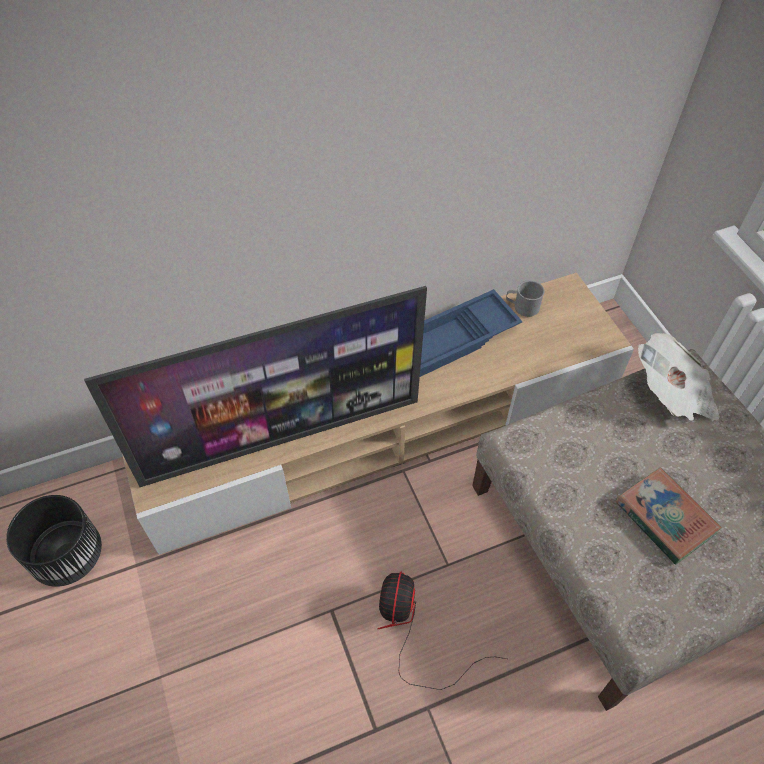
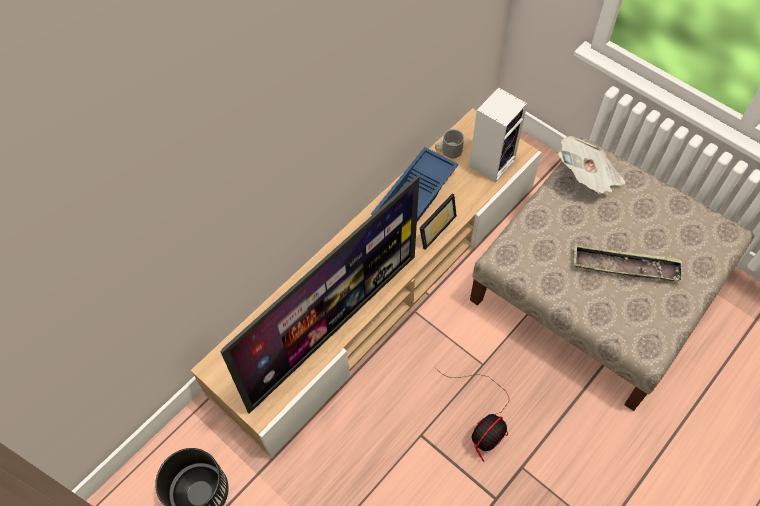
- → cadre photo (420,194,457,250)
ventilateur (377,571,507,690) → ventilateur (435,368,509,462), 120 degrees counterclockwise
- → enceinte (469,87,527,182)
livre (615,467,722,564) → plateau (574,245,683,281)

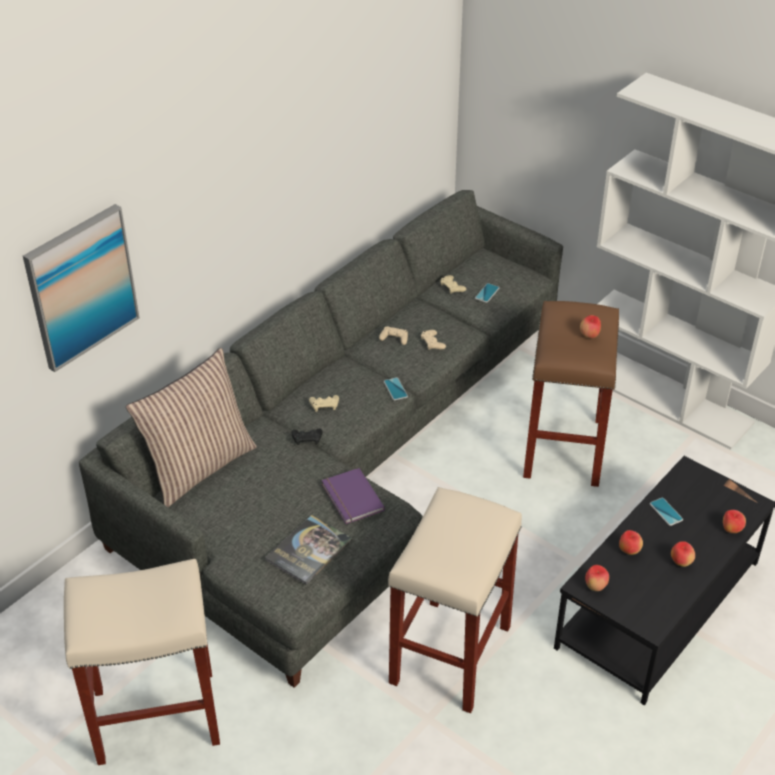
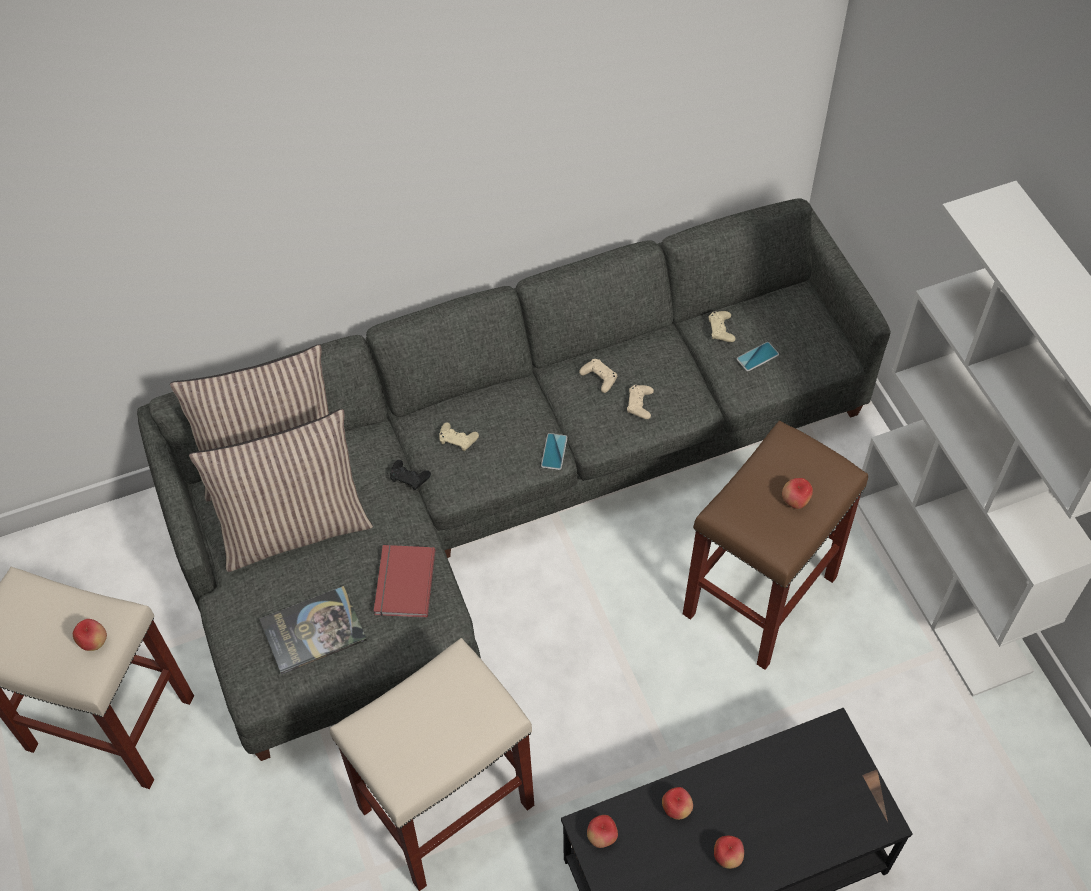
pomme (723,510,746,533) → pomme (73,619,107,651), moved
- → coussin (189,409,373,572)
livre/violet (322,468,385,524) → livre/rouge (374,545,436,618)
tableau (23,204,140,372) → -
téléphone (650,498,683,526) → -

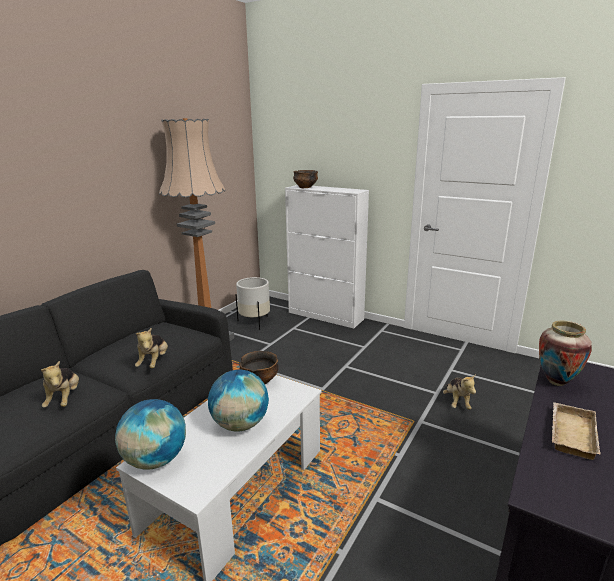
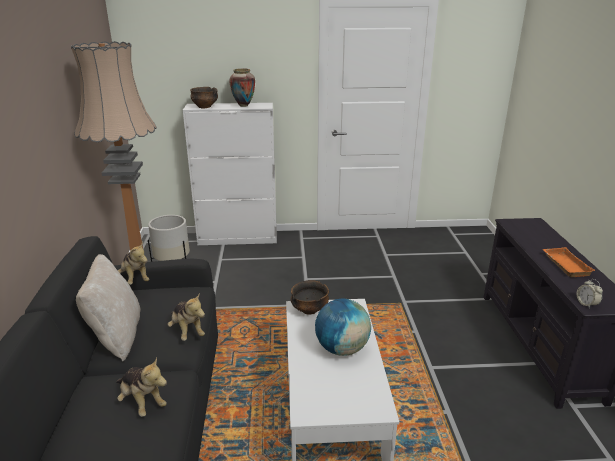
- → coussin/beige (76,254,141,362)
peluche (443,374,476,410) → peluche (118,242,149,285), moved
vase (539,320,592,386) → vase (229,68,255,107), moved
plateau/beige (552,402,601,460) → plateau/orange (542,247,596,277)
- → réveil (577,279,603,309)
globe (115,399,186,470) → -

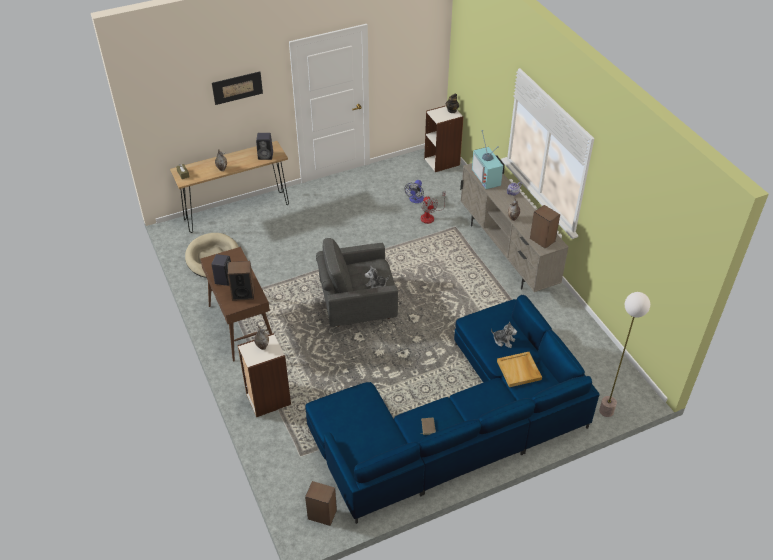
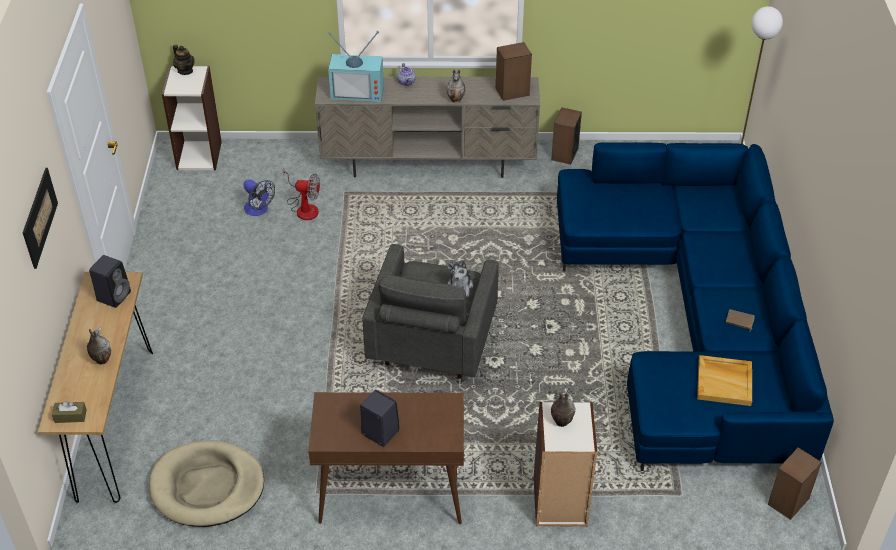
enceinte (228,261,254,301) → enceinte (551,108,582,165), moved
plateau/beige (497,352,542,387) → plateau/beige (697,355,752,406), moved
peluche (491,322,517,348) → -

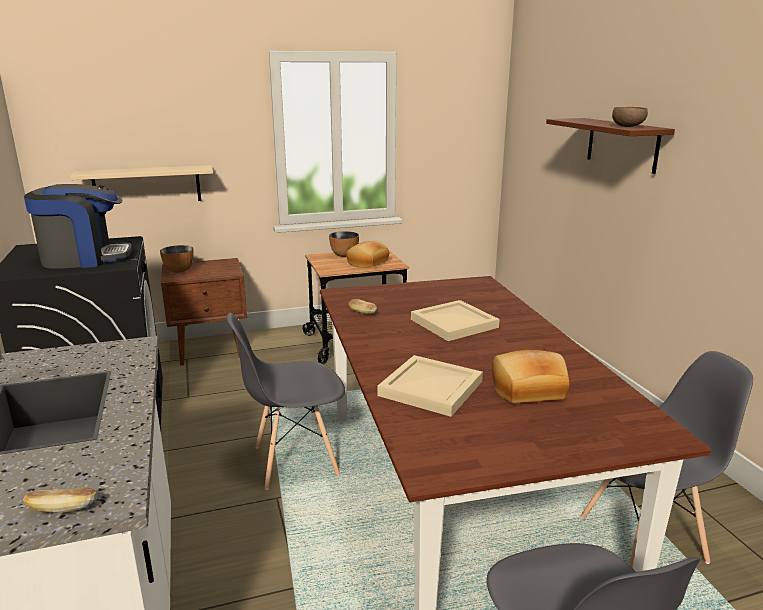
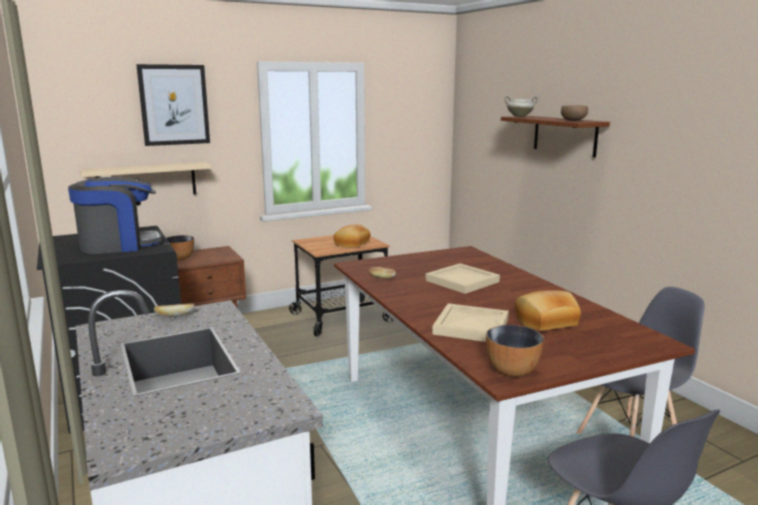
- → tableau (136,64,210,146)
pain (23,488,97,513) → pain (154,303,195,316), moved
bol (329,231,359,257) → bol (486,325,544,377), moved
- → marmite/blanc (504,96,538,117)
chaise/gris (227,313,345,490) → -

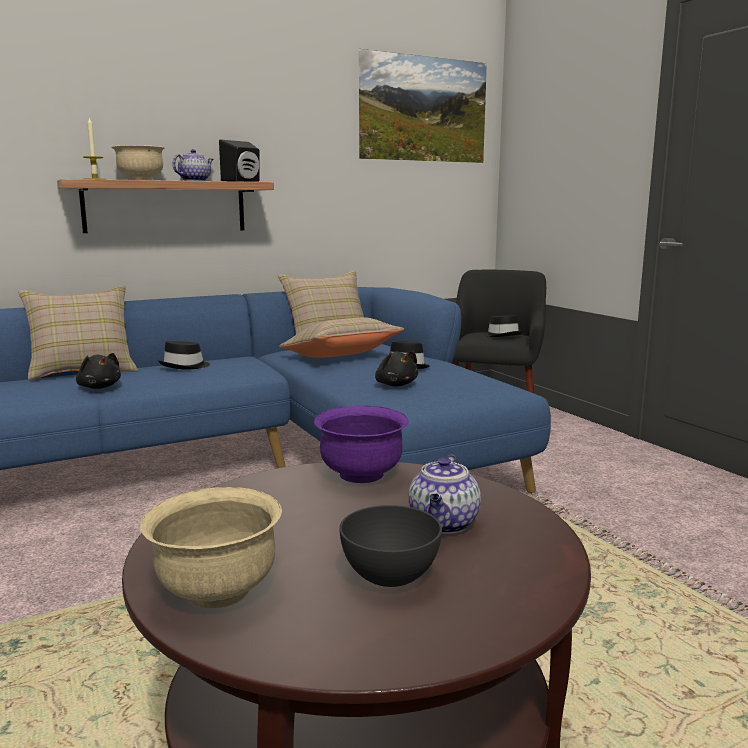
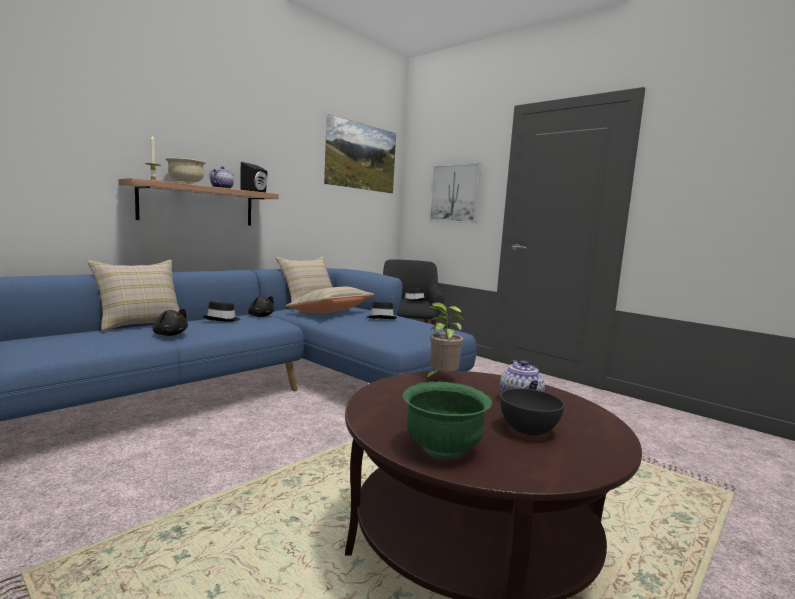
peluche/noir (375,351,418,386) → peluche/noir (248,296,274,317), moved
bol/beige (140,487,282,609) → bol/vert (403,382,492,459)
bol/violet (314,405,409,483) → plante en pot (425,302,465,379)
- → tableau (429,163,482,223)

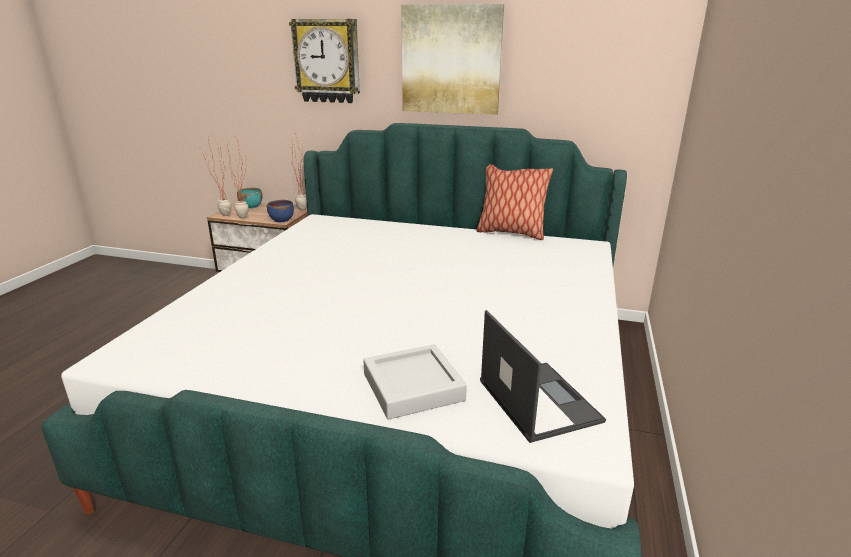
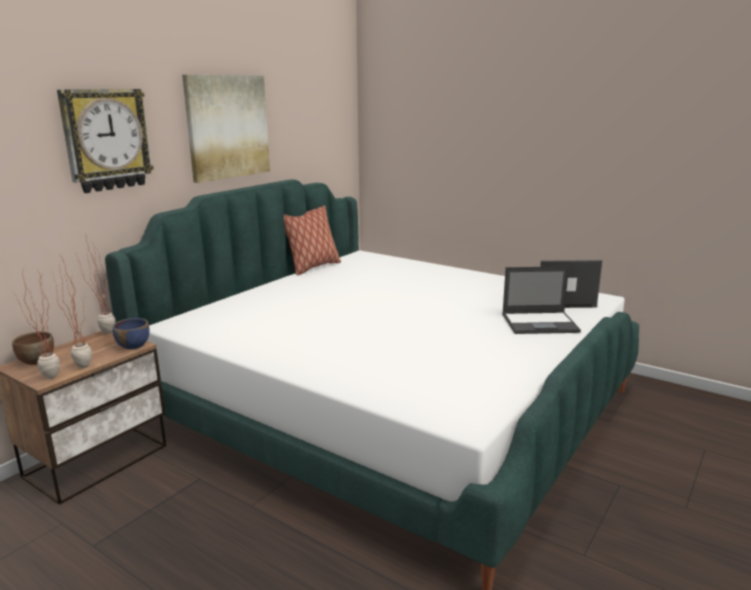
bol/turquoise (237,188,262,208) → bol/marron (12,332,54,365)
plateau/gris (363,344,467,420) → ordinateur portable (502,266,581,334)

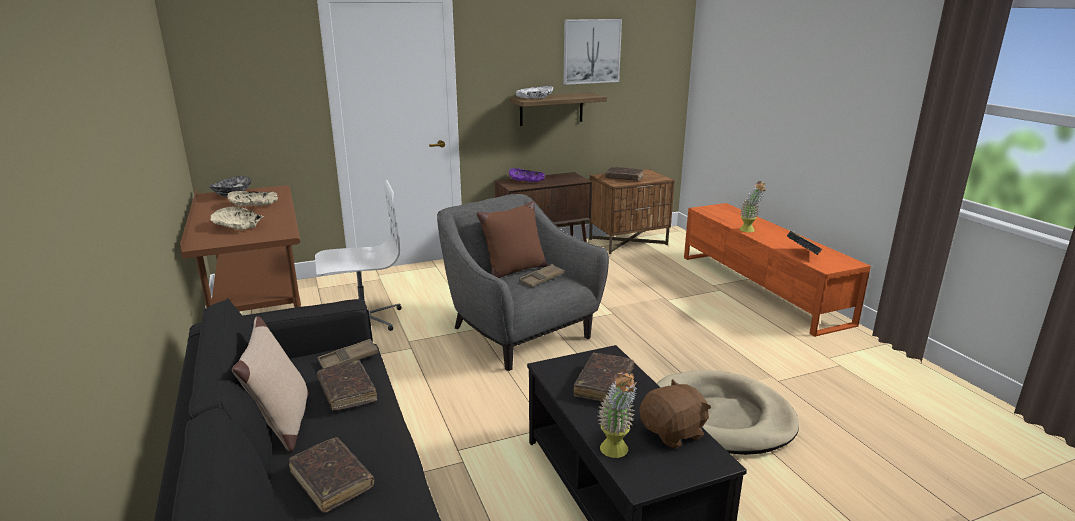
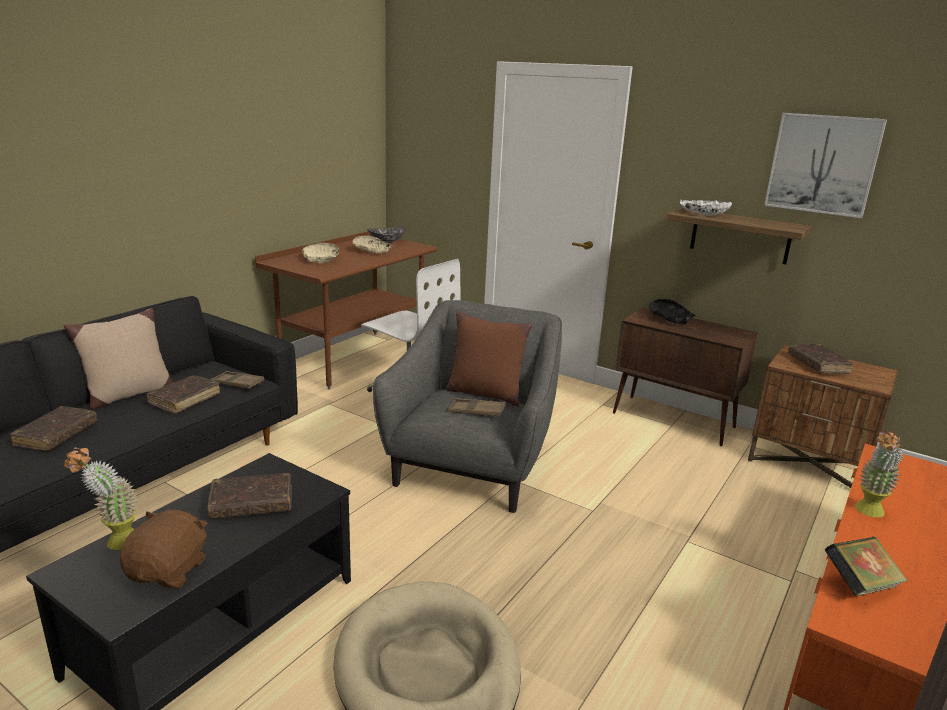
peluche/marron (639,379,711,449) → peluche/marron (120,510,207,588), 105 degrees counterclockwise
bol/violet (509,168,545,182) → bol/noir (649,299,696,324)

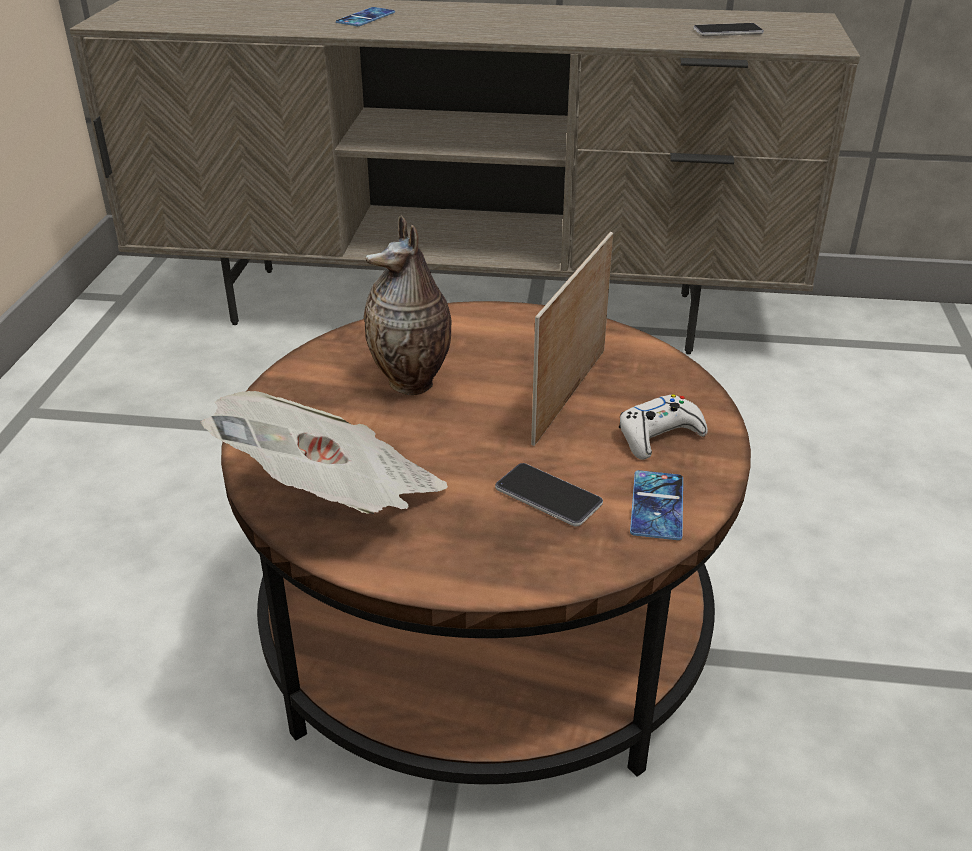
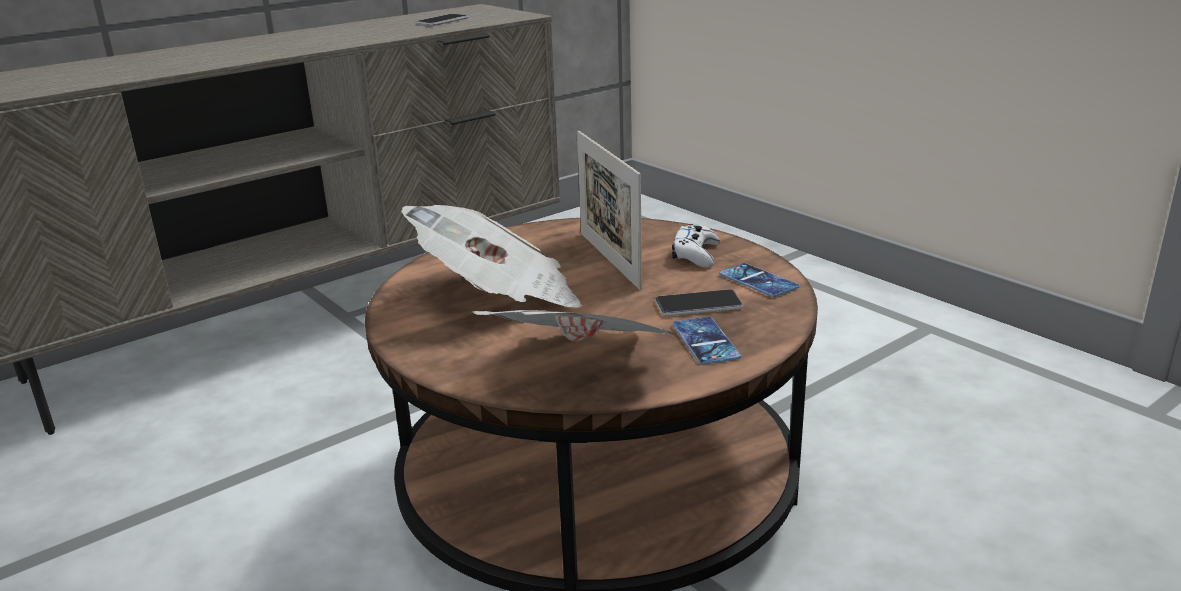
vase (364,215,451,395) → journal (401,205,582,308)
téléphone (336,7,395,26) → téléphone (673,317,741,365), moved

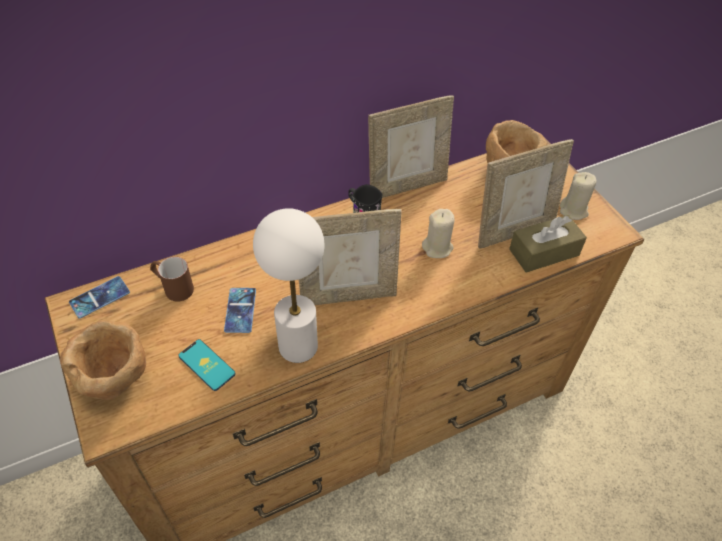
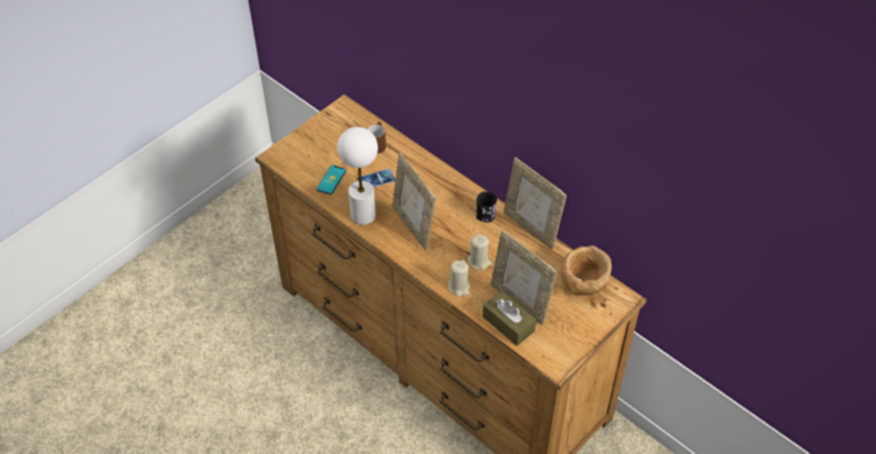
bougie/beige (560,172,597,220) → bougie/beige (448,260,470,297), moved
bol/marron (60,320,146,400) → -
téléphone (69,276,130,319) → -

